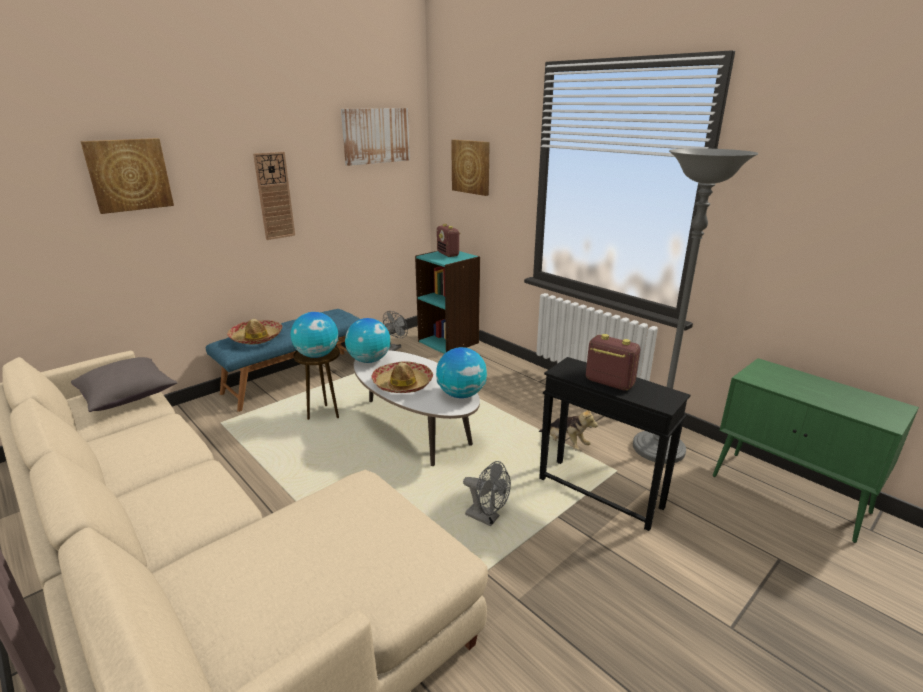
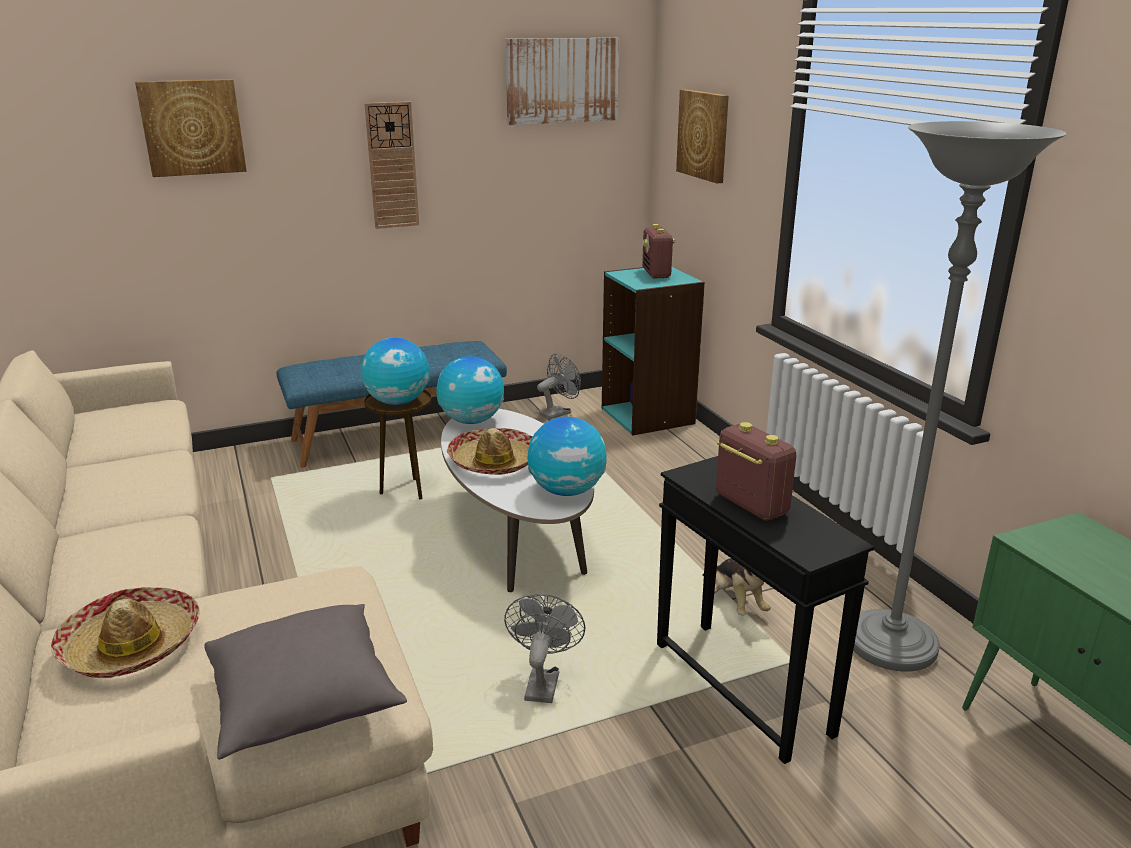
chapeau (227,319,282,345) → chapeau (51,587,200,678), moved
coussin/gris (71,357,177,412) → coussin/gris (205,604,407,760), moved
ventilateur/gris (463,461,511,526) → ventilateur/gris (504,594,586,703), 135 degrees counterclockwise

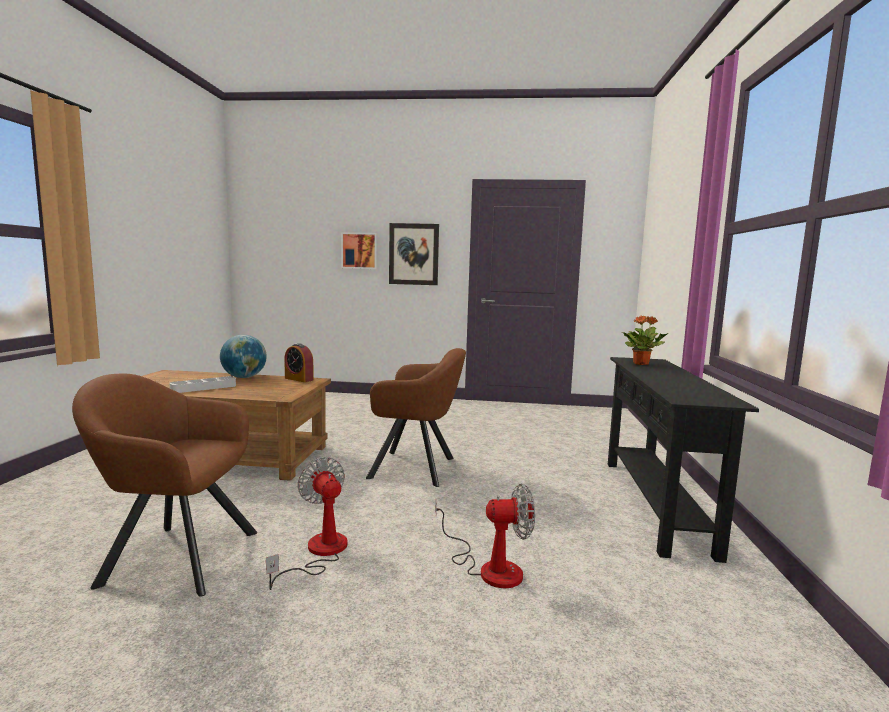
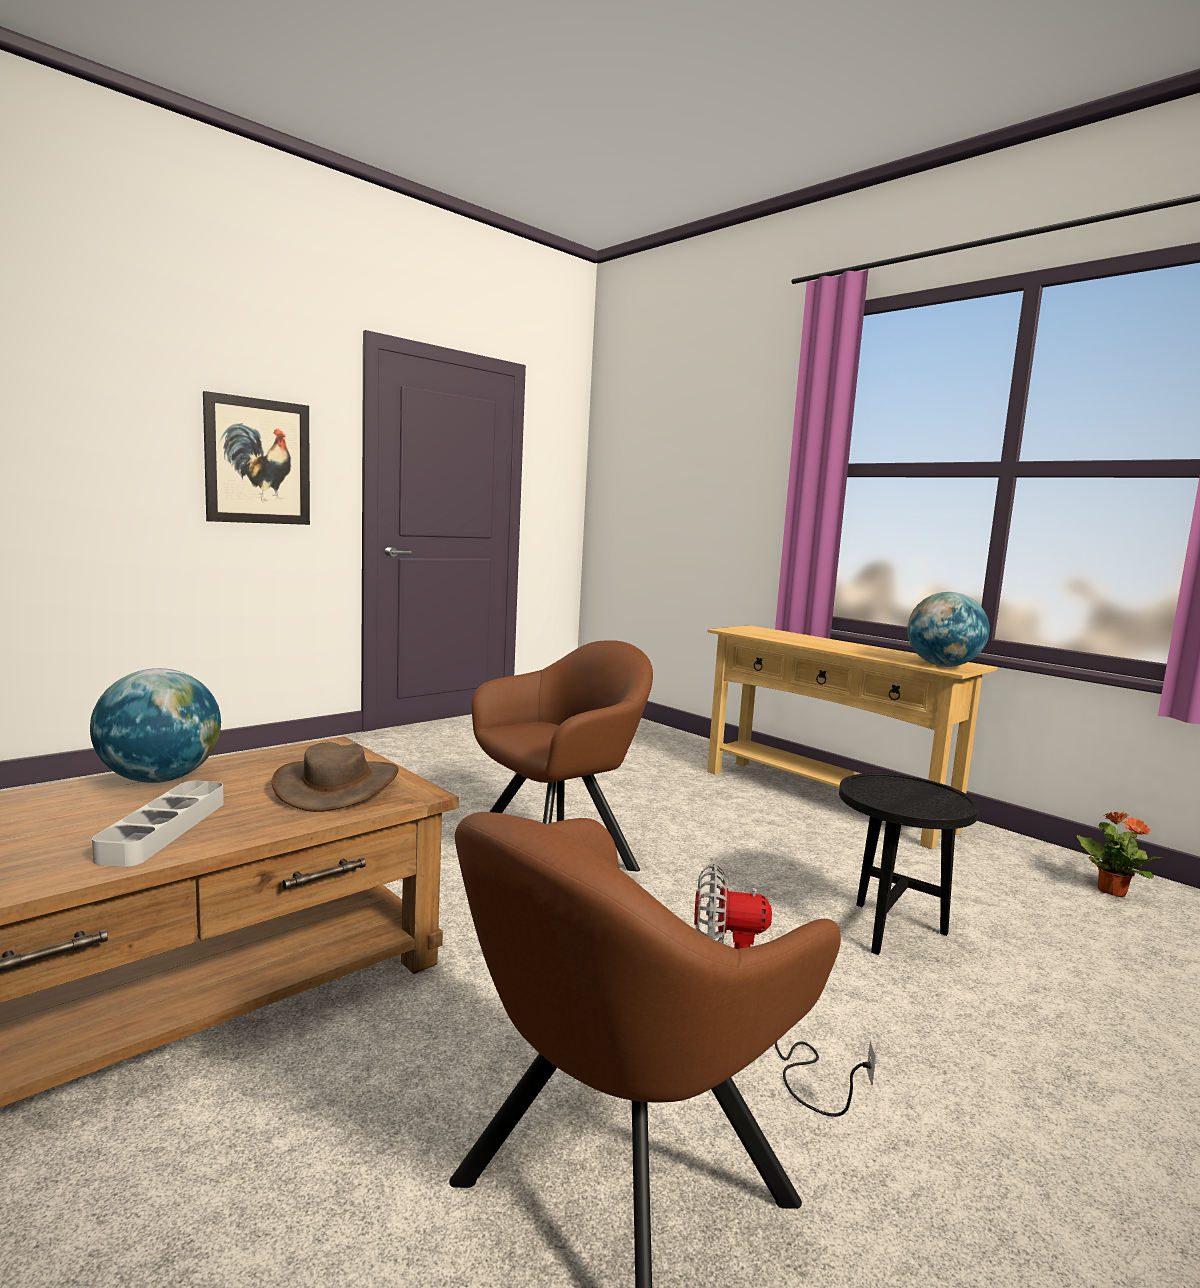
- → chapeau/marron (272,742,399,812)
table console/noir (608,357,759,563) → table console/beige (707,625,997,849)
ventilateur (435,484,535,588) → table d'appoint/noir (839,773,979,955)
- → globe (907,592,990,667)
plante en pot (622,315,669,365) → plante en pot (1077,812,1162,897), moved
réveil (284,343,314,382) → -
tableau (341,232,377,269) → -

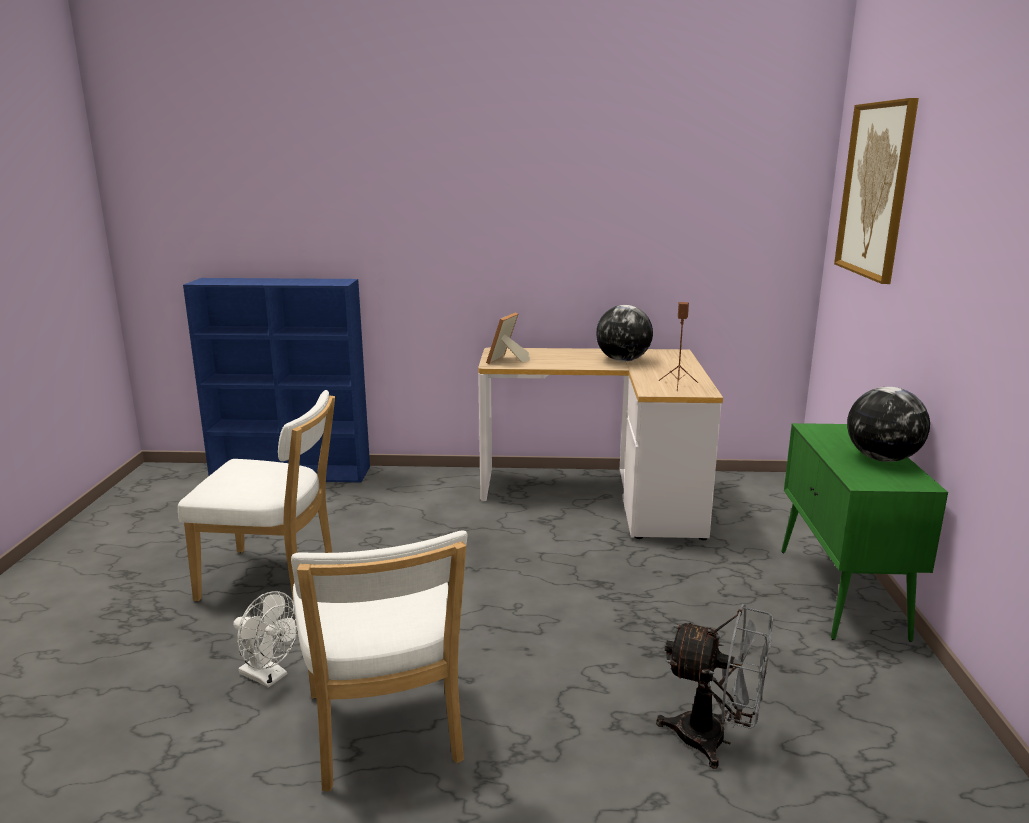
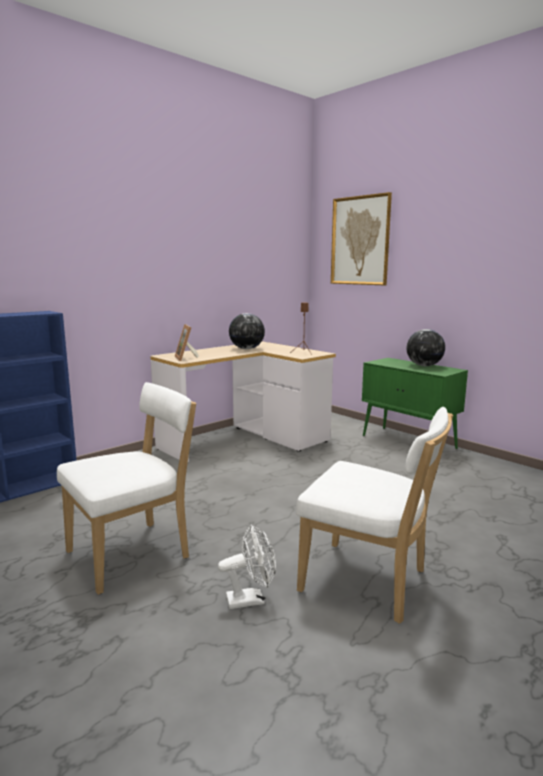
ventilateur/gris (656,604,773,769) → -

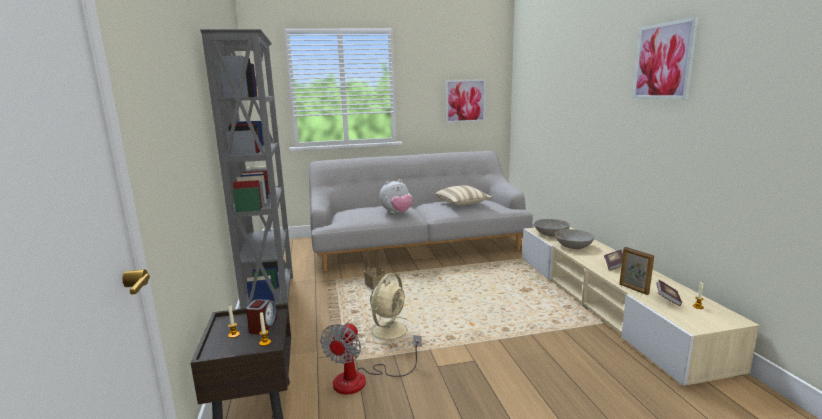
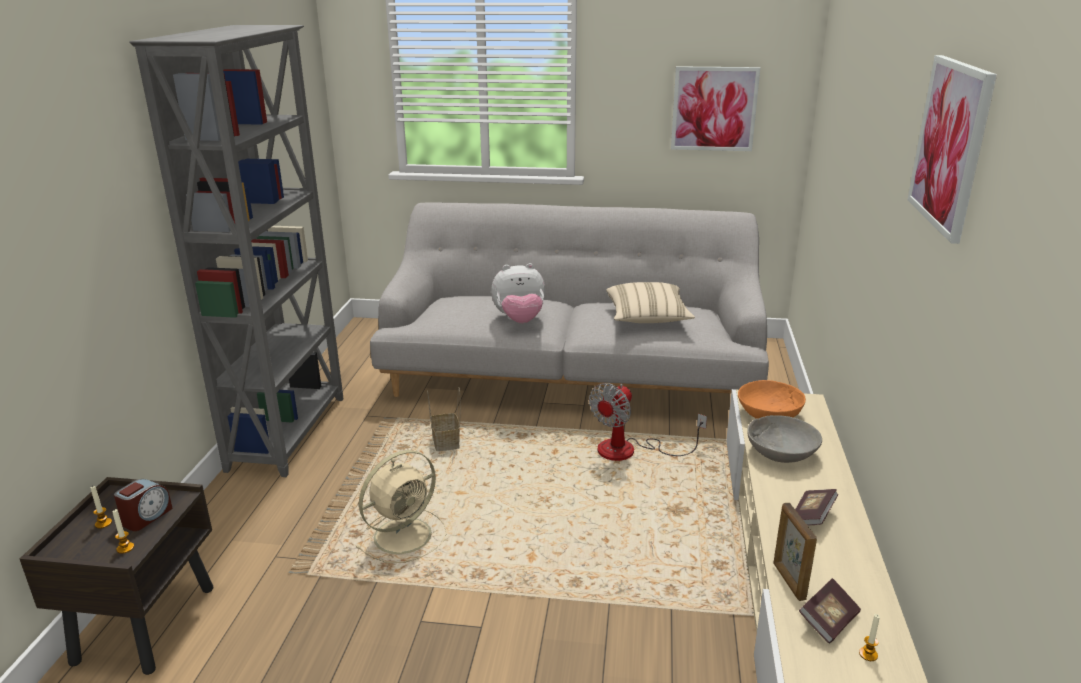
ventilateur (320,322,422,394) → ventilateur (589,383,707,461), moved
bol/gris (534,219,570,237) → bol/orange (738,380,806,419)

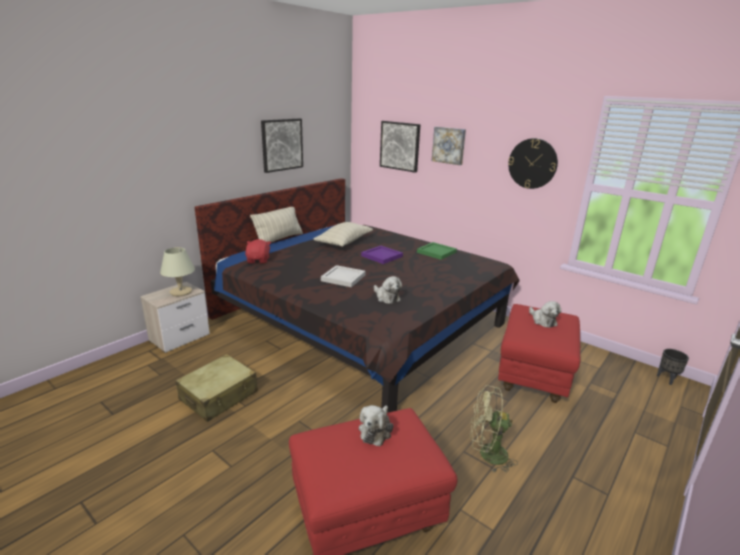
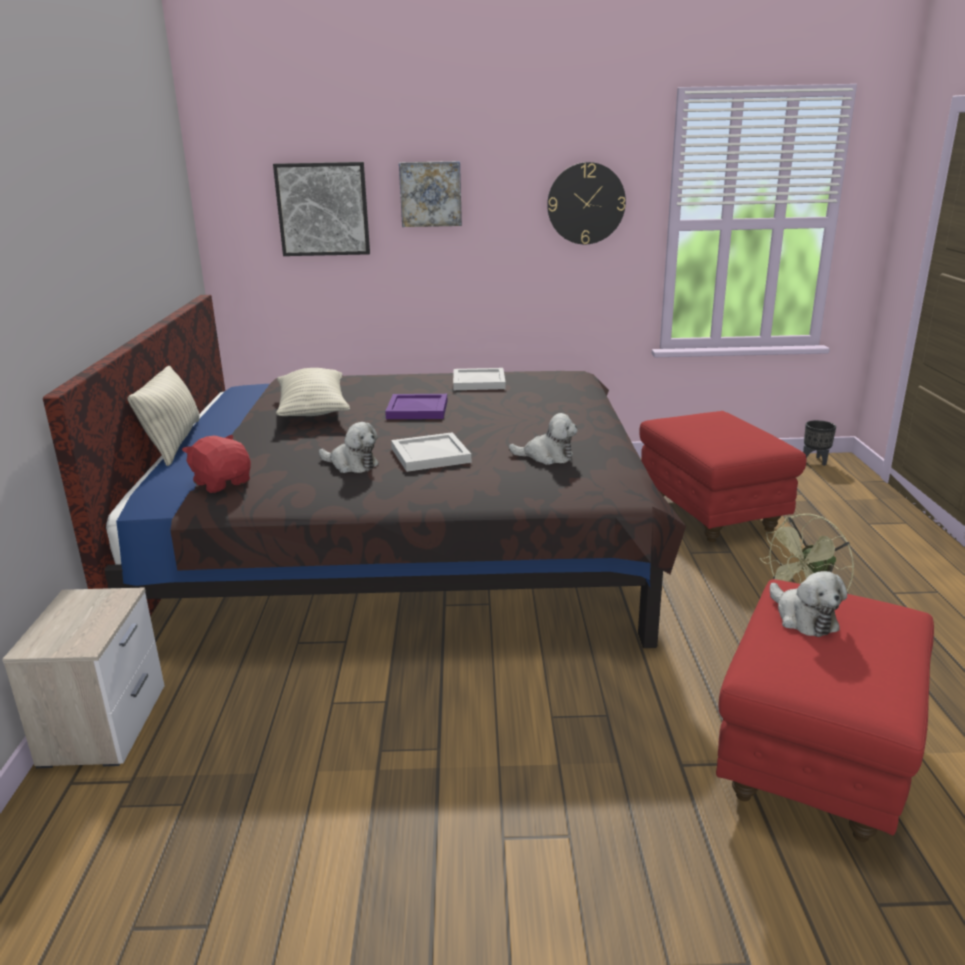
peluche (529,301,561,328) → peluche (319,422,379,473), moved
plateau/vert (417,242,457,260) → plateau/blanc (453,368,506,390)
lampe de table/beige (160,247,195,296) → -
valise/beige (175,354,258,422) → -
tableau (261,119,303,173) → -

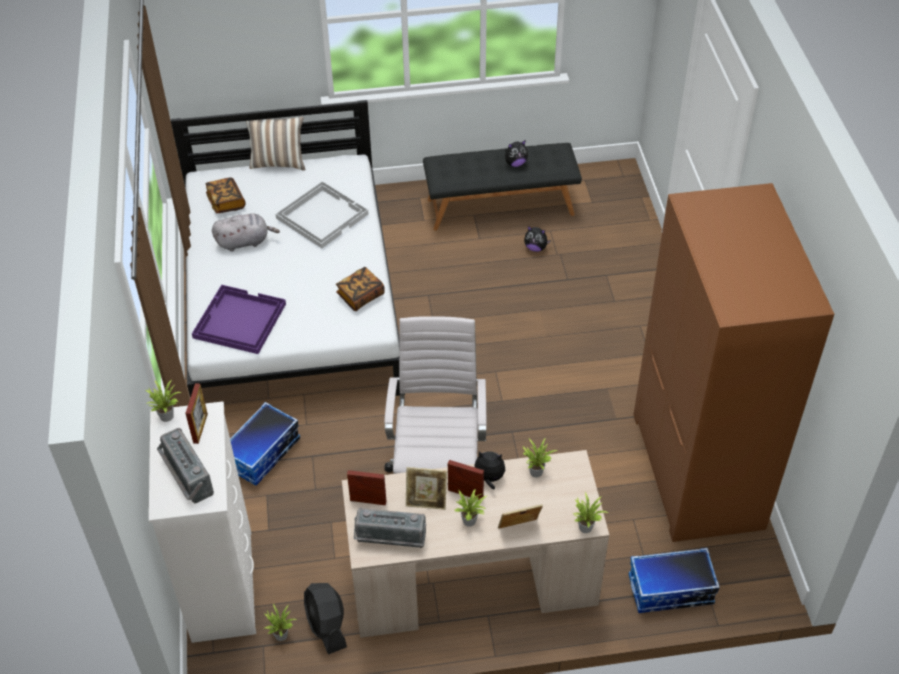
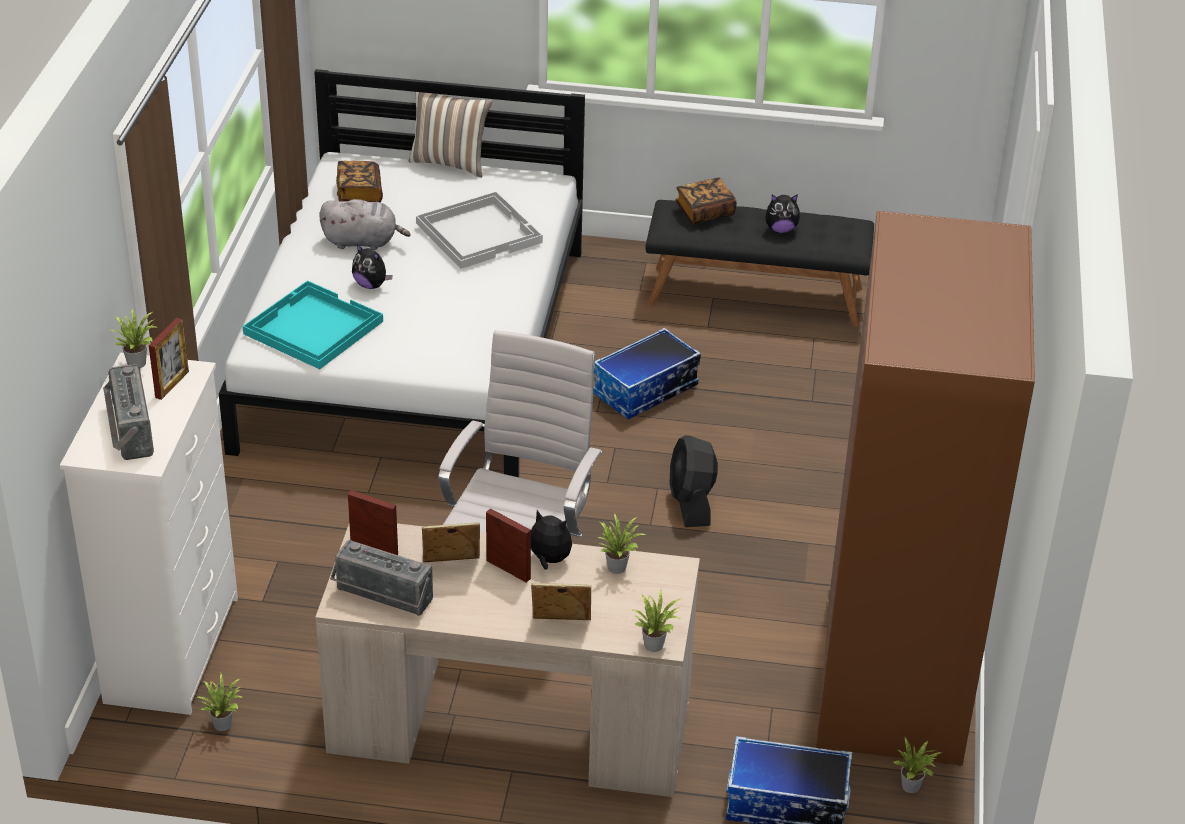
plateau/violet (192,285,286,354) → plateau/turquoise (243,280,383,369)
peluche (524,226,551,252) → peluche (352,244,393,289), moved
cadre photo (406,467,447,510) → cadre photo (422,522,480,563), 150 degrees clockwise
boîte de rangement (230,402,300,486) → boîte de rangement (593,328,701,420), moved
ventilateur/noir (304,583,347,654) → ventilateur/noir (670,435,718,527), moved
livre (336,267,385,311) → livre (675,178,737,224), moved
plante en pot (454,488,488,527) → plante en pot (893,736,942,793), moved

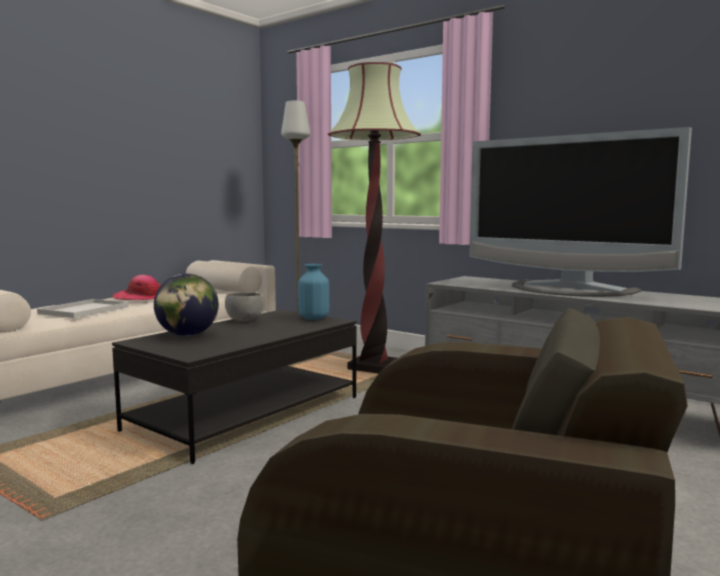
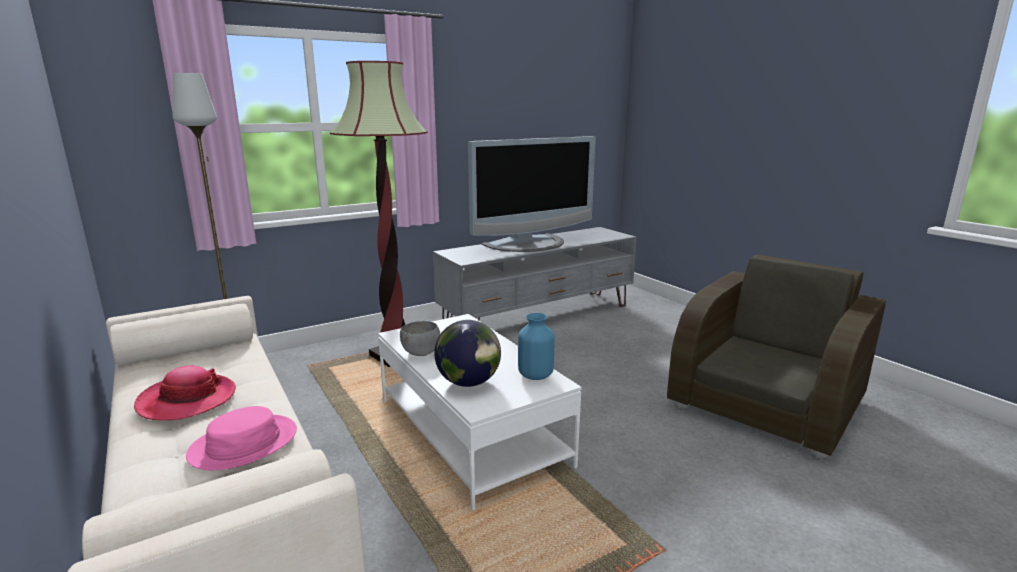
plateau/blanc (37,299,129,318) → chapeau/rose (186,406,297,470)
table basse/noir (112,310,357,464) → table basse/blanc (378,314,582,510)
vase/bleu (298,264,329,320) → vase/bleu (518,313,554,380), moved

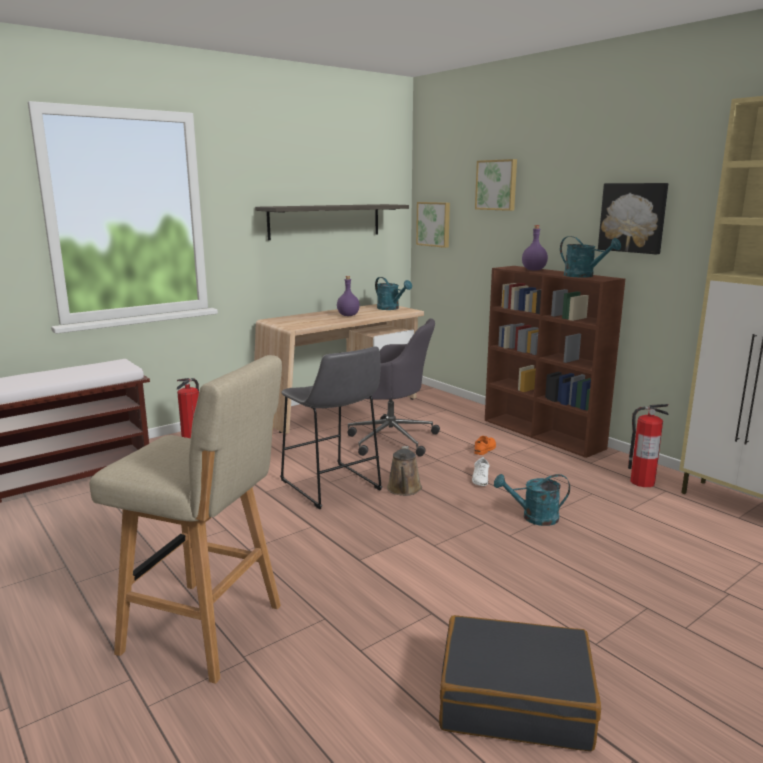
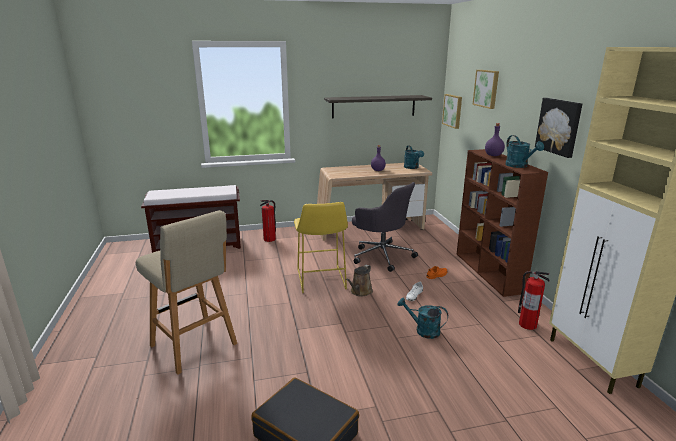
tabouret/gris (280,346,382,509) → tabouret/jaune (294,202,348,293)

